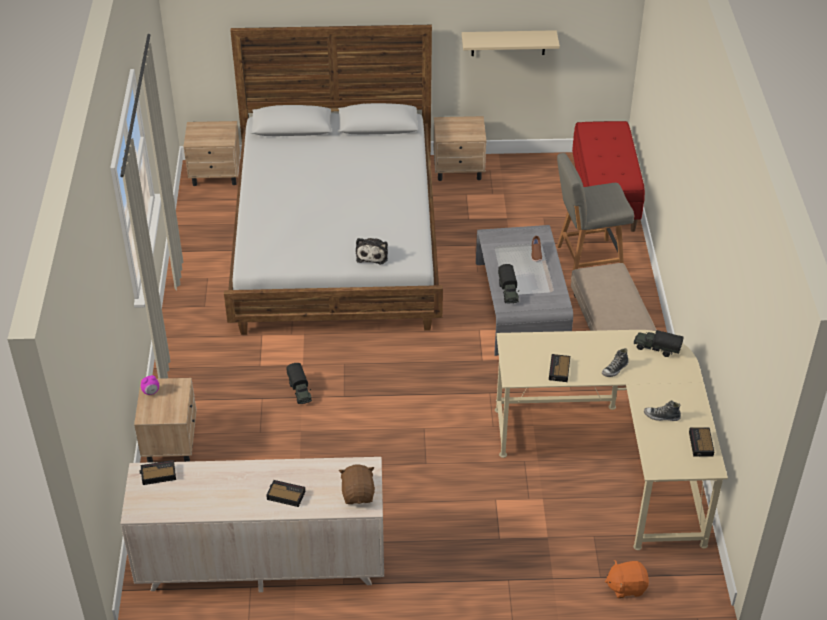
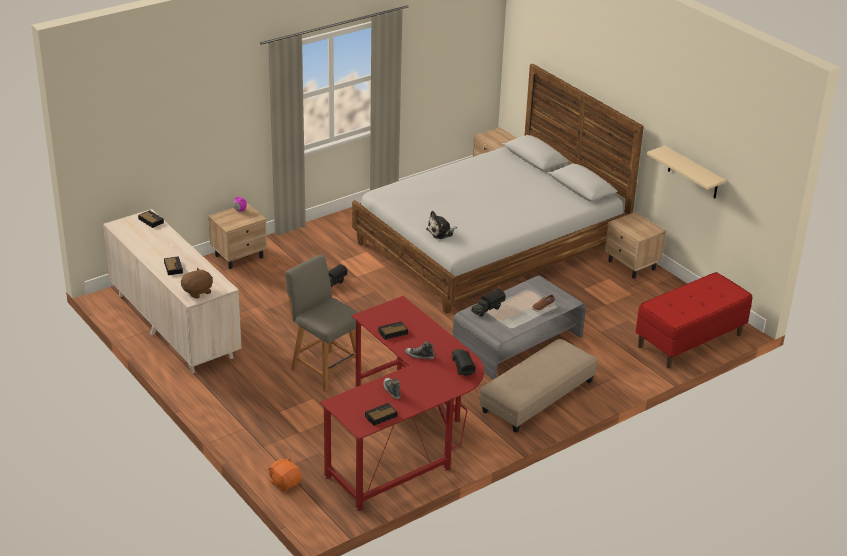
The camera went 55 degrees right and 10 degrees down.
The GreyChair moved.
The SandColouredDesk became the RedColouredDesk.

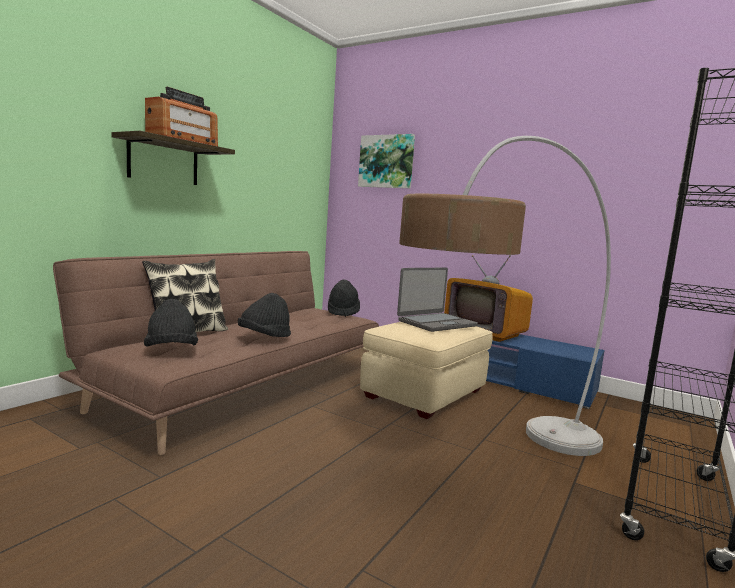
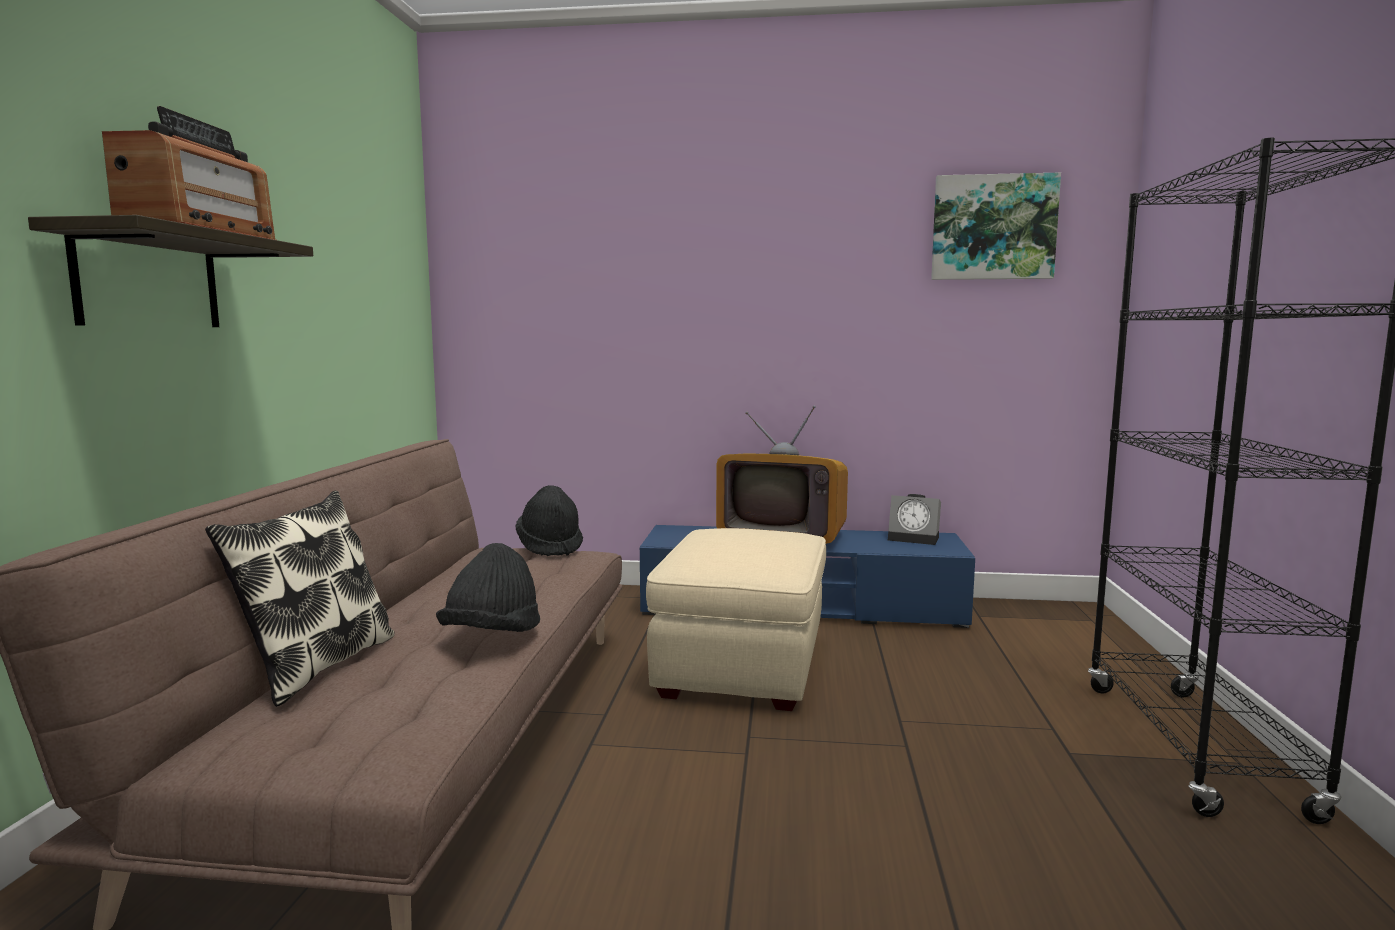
The camera went 25 degrees left and 0 degrees up.
The BlackClothingHat (no. 1 from left) disappeared.
The Laptop disappeared.
The StandingLamp disappeared.
The TableClock appeared.
The WallArt moved.

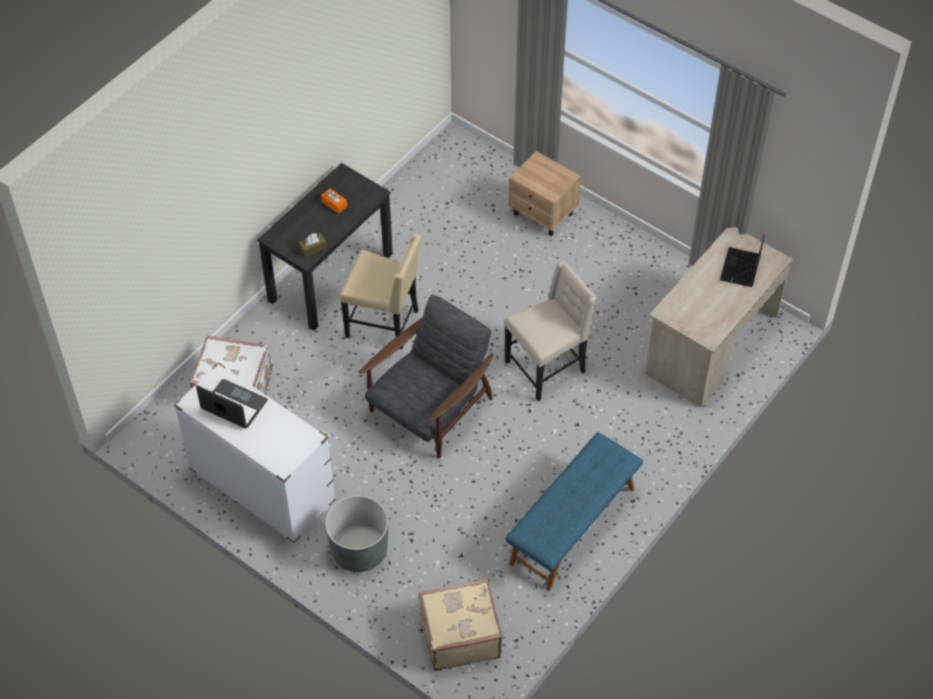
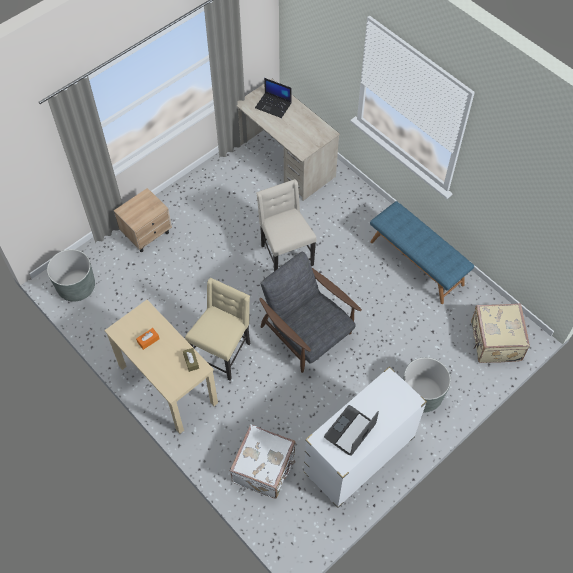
The camera went 80 degrees left and 5 degrees up.
The GreyPlanter (no. 1 from left) appeared.
The BlackDesk became the SandColouredDesk (no. 1 from left).

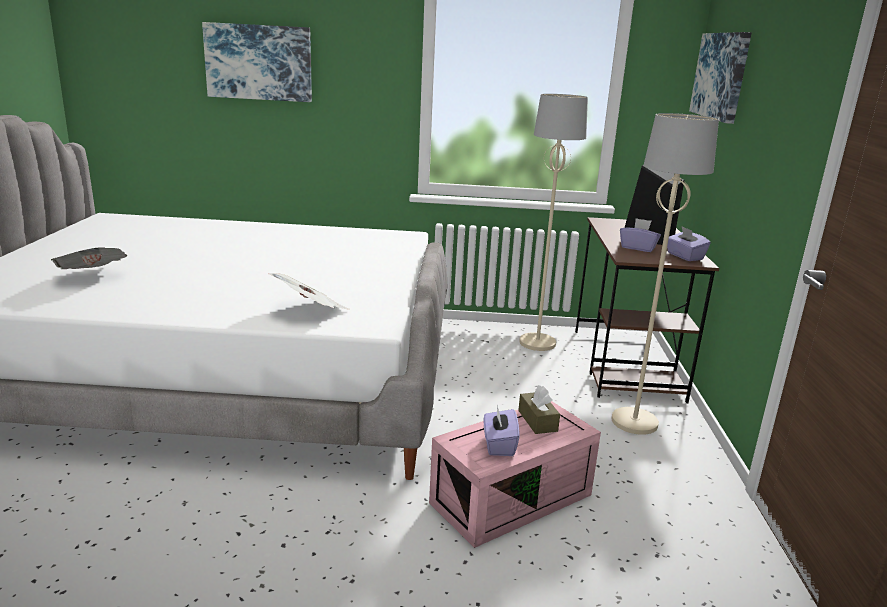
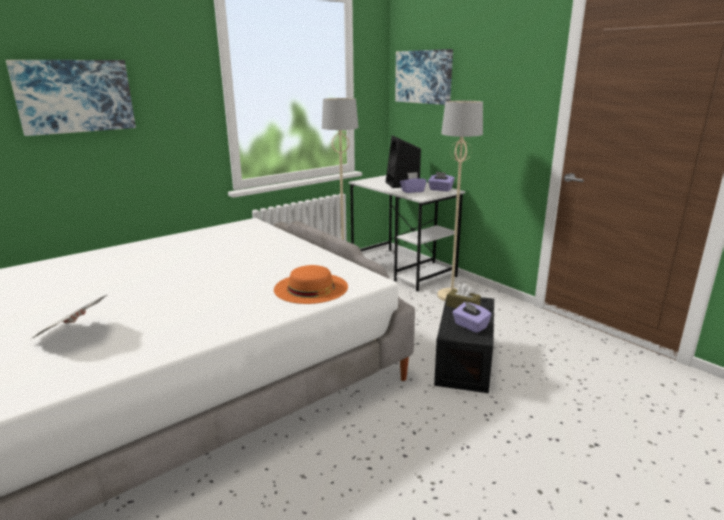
The camera went 40 degrees left and 0 degrees up.
The Newspaper (no. 2 from left) was replaced by the OrangeClothingHat.
The PinkishStorageBox became the BlackStorageBox.
The BrownishDesk became the WhiteColouredDesk.

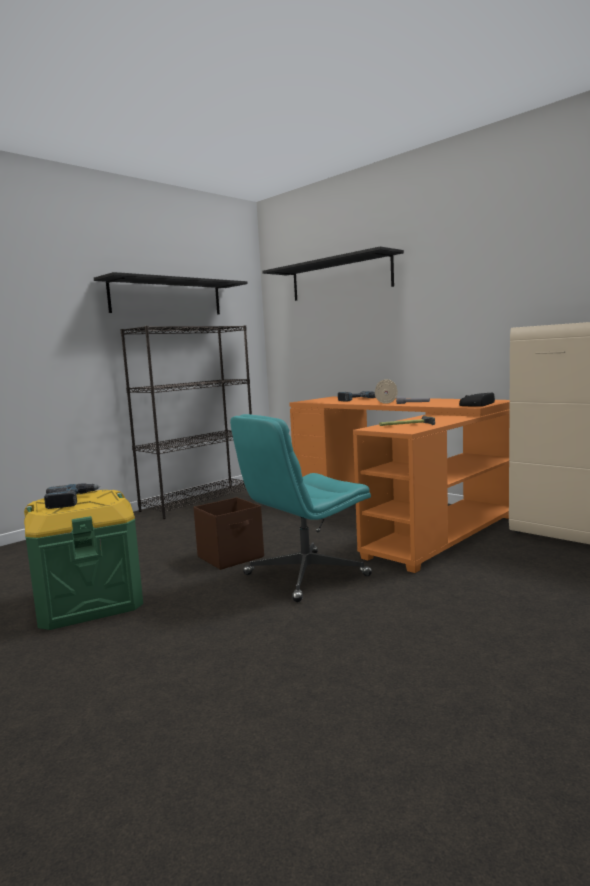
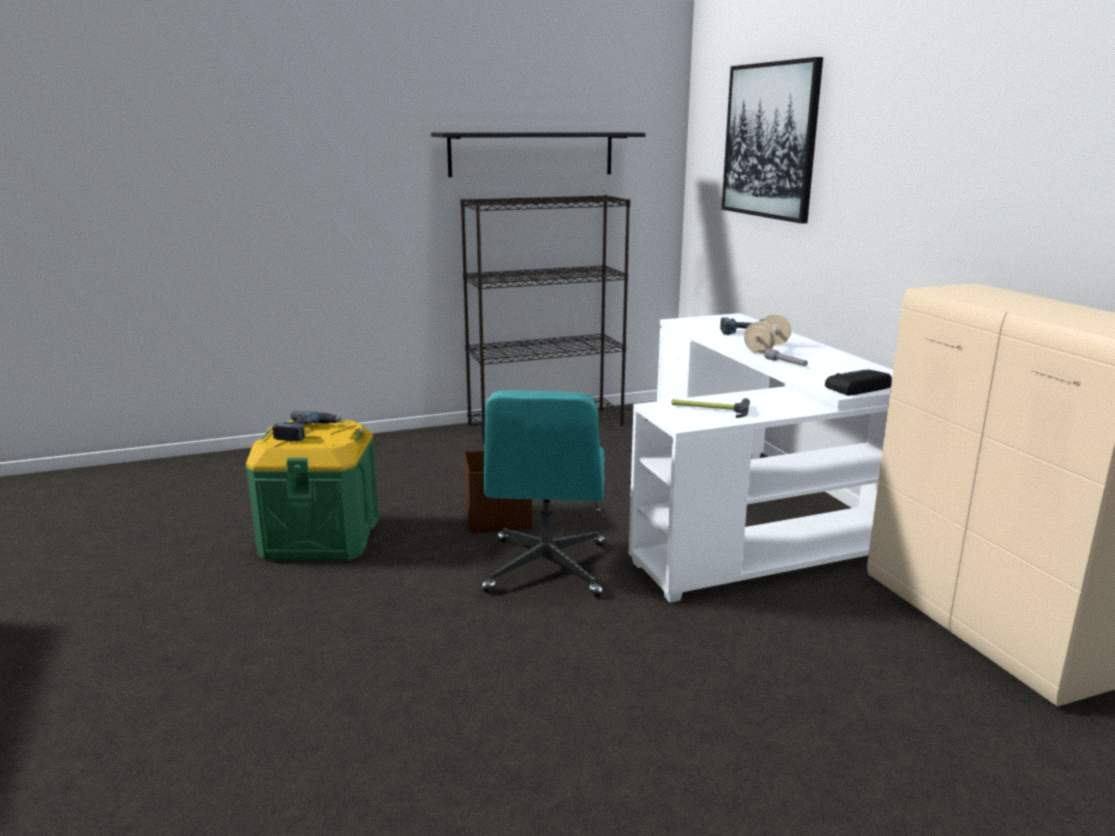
The camera went 25 degrees right and 10 degrees up.
The BlackWallShelf (no. 2 from left) was replaced by the WallArt.
The OrangeDesk became the WhiteColouredDesk.
The TurquoiseComputerChair turned 75 degrees counterclockwise.

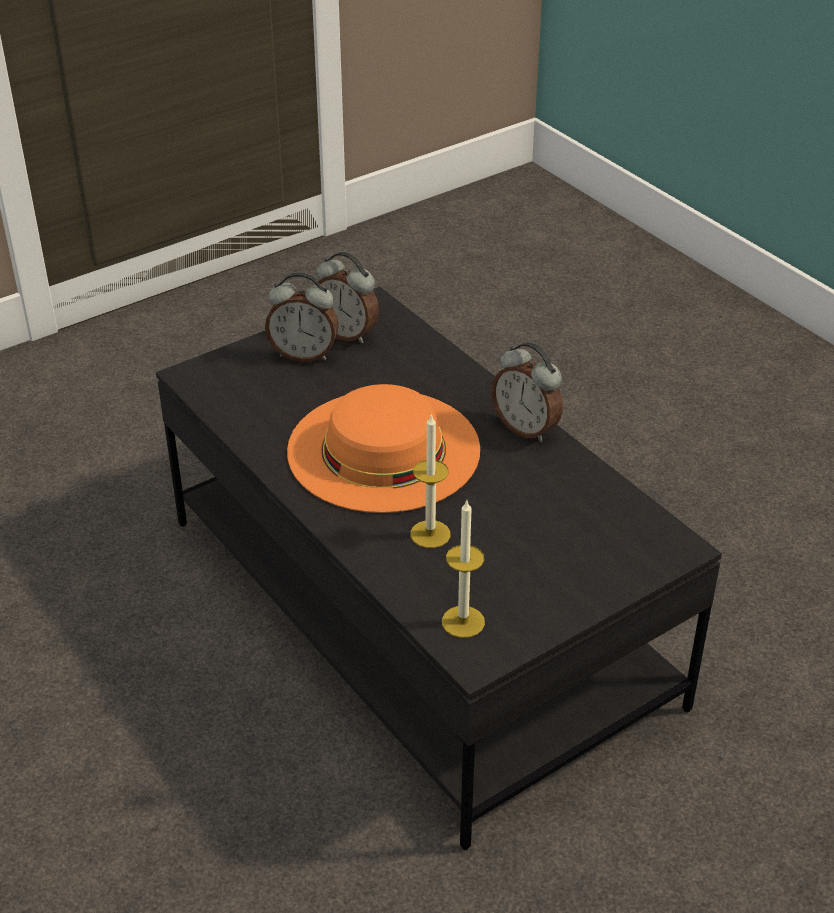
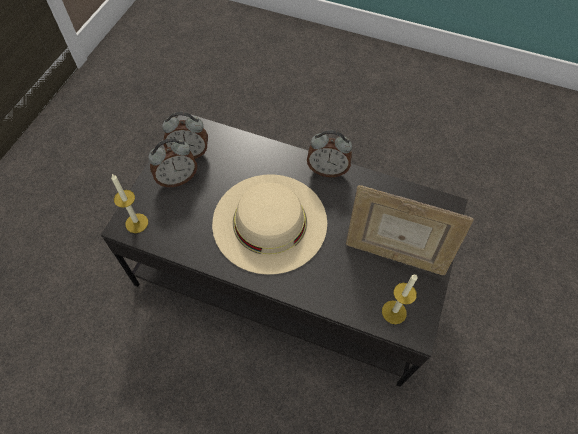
The camera went 35 degrees left and 20 degrees up.
The PictureFrame appeared.
The WaxLight (no. 1 from left) moved.
The OrangeClothingHat became the SandColouredClothingHat.

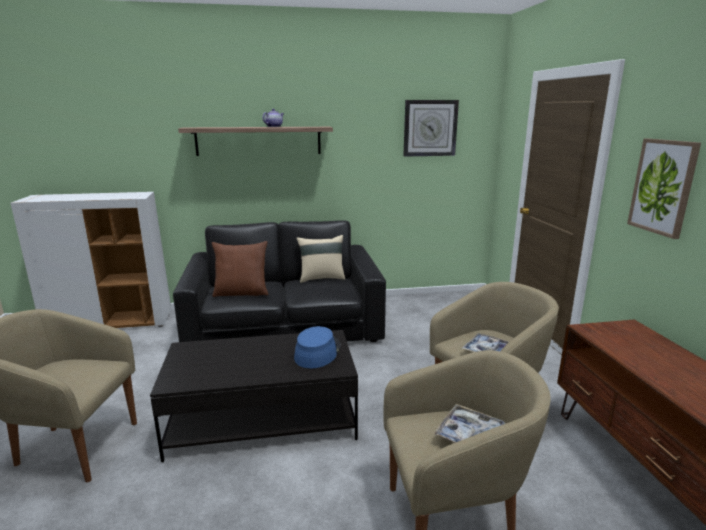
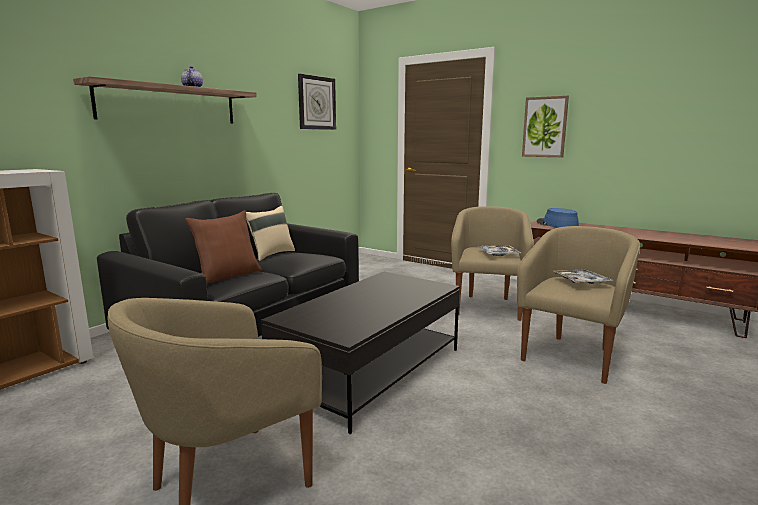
The camera went 45 degrees left and 5 degrees down.
The BlueClothingHat moved.

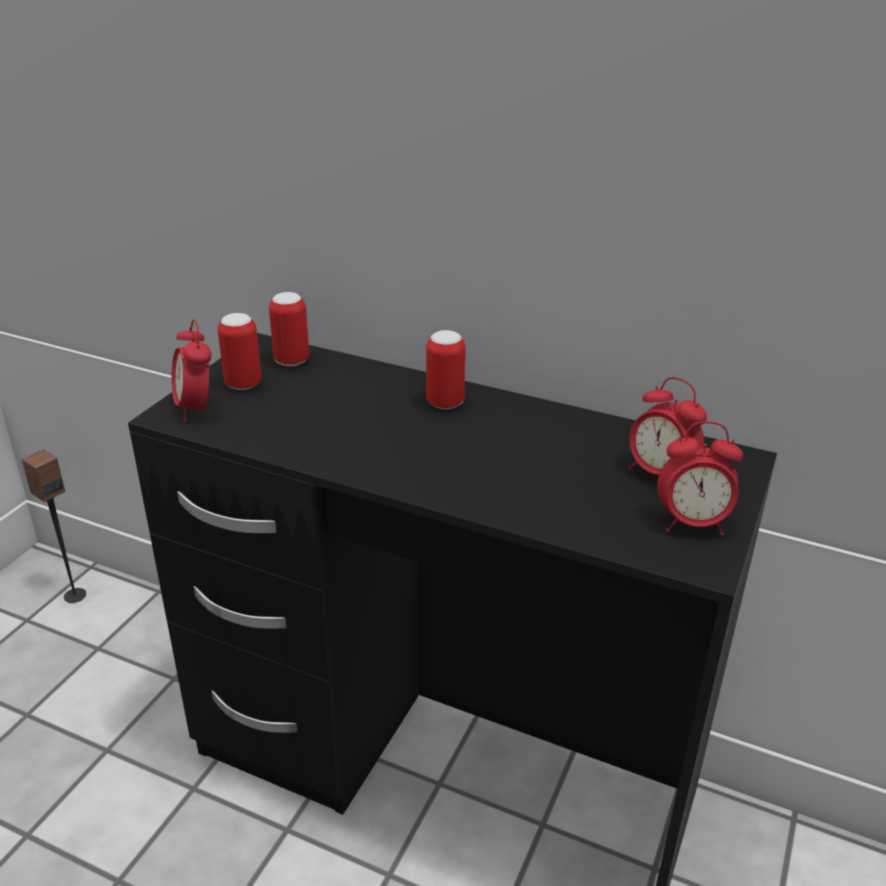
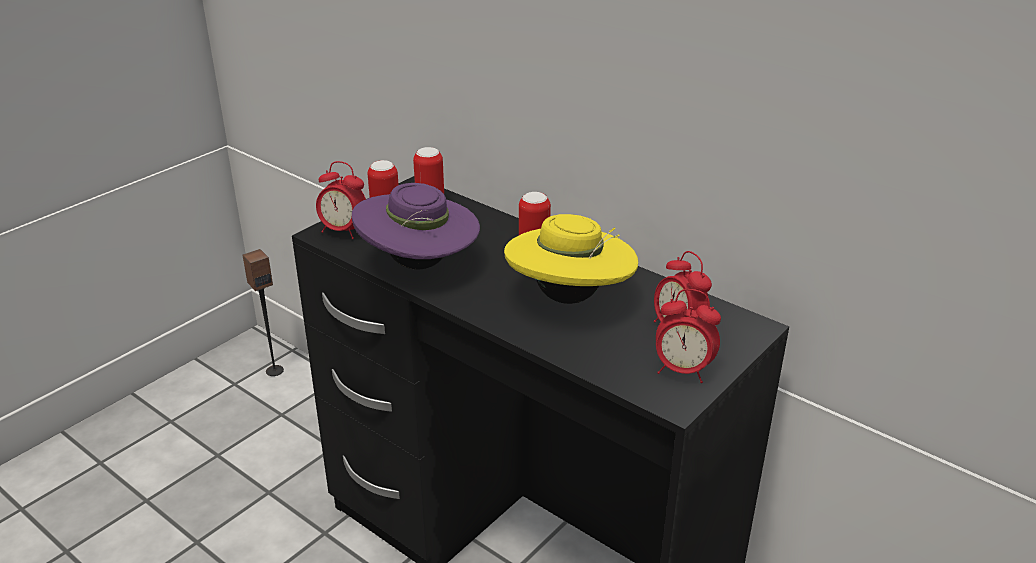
The camera went 15 degrees right and 0 degrees up.
The PurpleClothingHat appeared.
The YellowColouredClothingHat appeared.
The TableClock (no. 1 from left) turned 60 degrees counterclockwise.

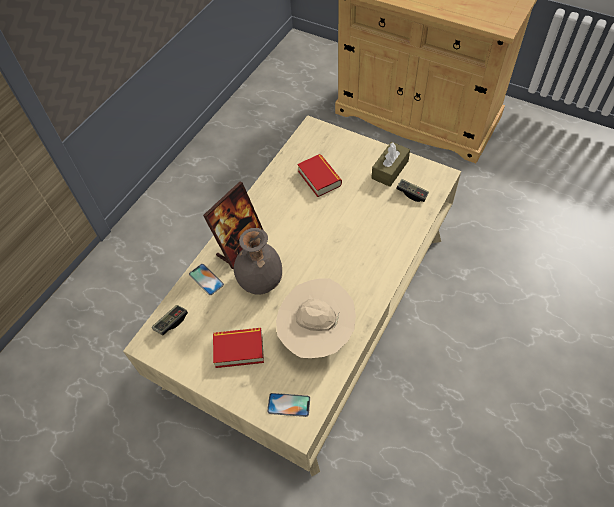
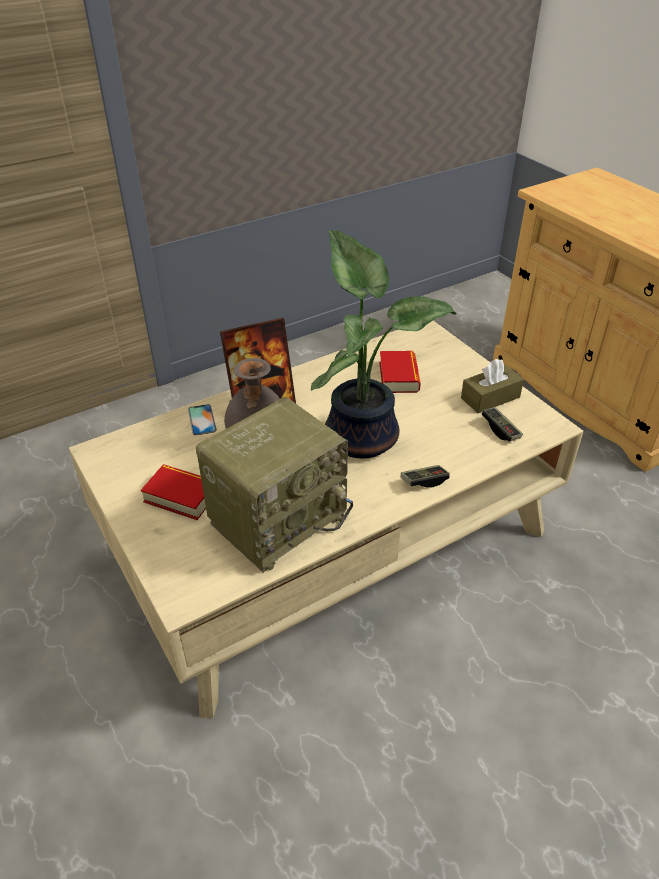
The camera went 25 degrees right and 15 degrees down.
The Phone (no. 2 from left) disappeared.
The PottedPlant appeared.
The Gamepad (no. 1 from left) moved.
The SandColouredClothingHat was replaced by the RadioReceiver.

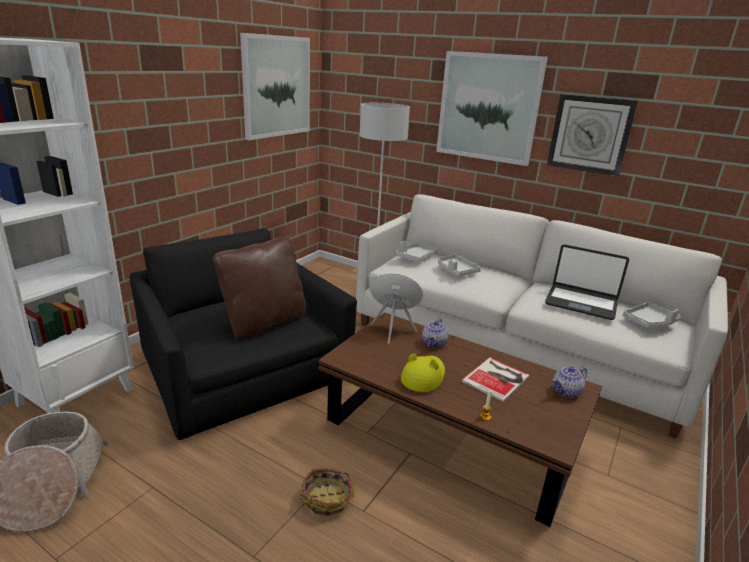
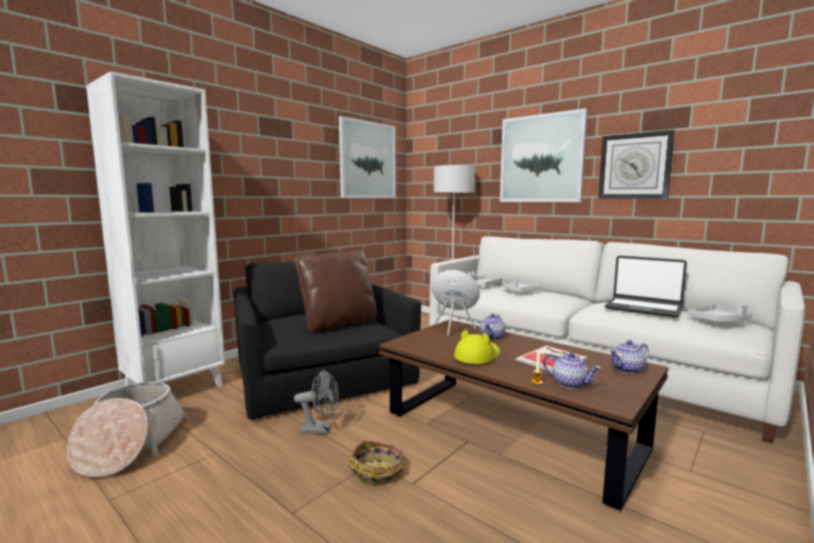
The camera went 10 degrees right and 15 degrees down.
The GreyElectricFan appeared.
The PotForTea (no. 2 from left) appeared.

